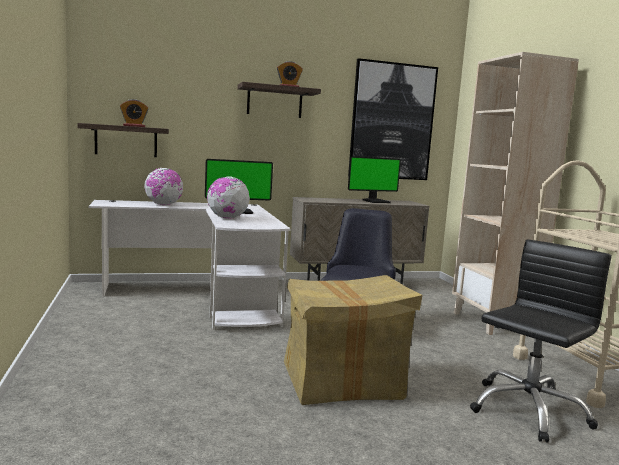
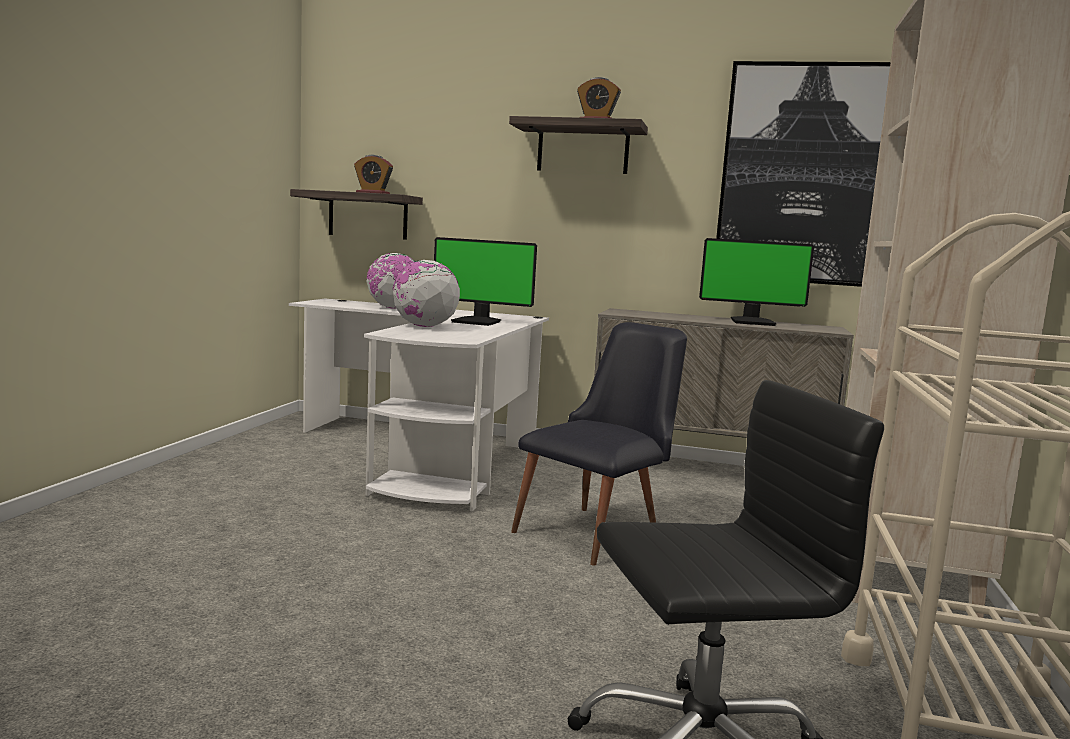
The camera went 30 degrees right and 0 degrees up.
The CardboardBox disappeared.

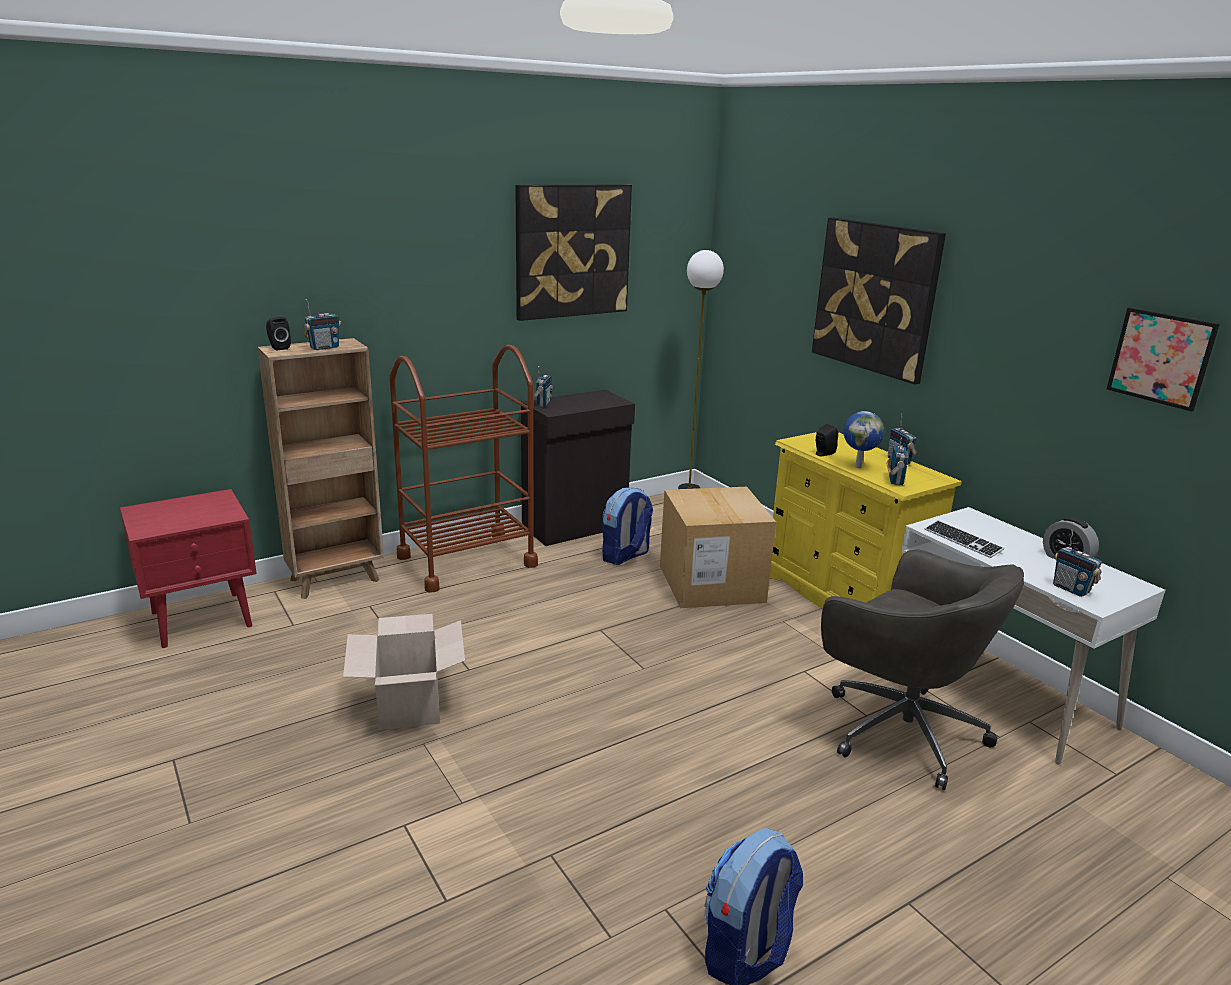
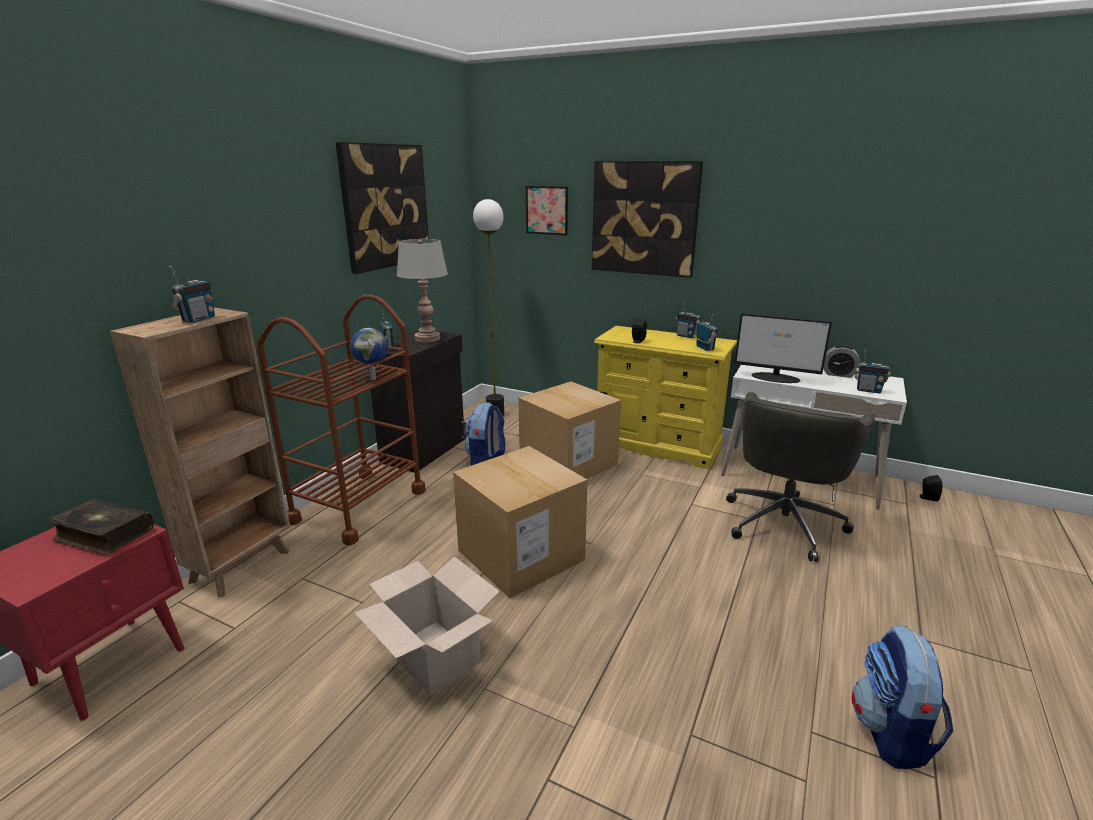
The camera went 30 degrees left and 0 degrees up.
The BoundBook appeared.
The GreyLampForATable appeared.
The CardboardBox (no. 2 from left) appeared.
The BlackLoudspeaker (no. 1 from left in the first image) moved.
The Globe moved.
The WallArt (no. 3 from left in the first image) moved.
The PcKeyboard was replaced by the Monitor.
The GreyComputerChair turned 105 degrees clockwise.

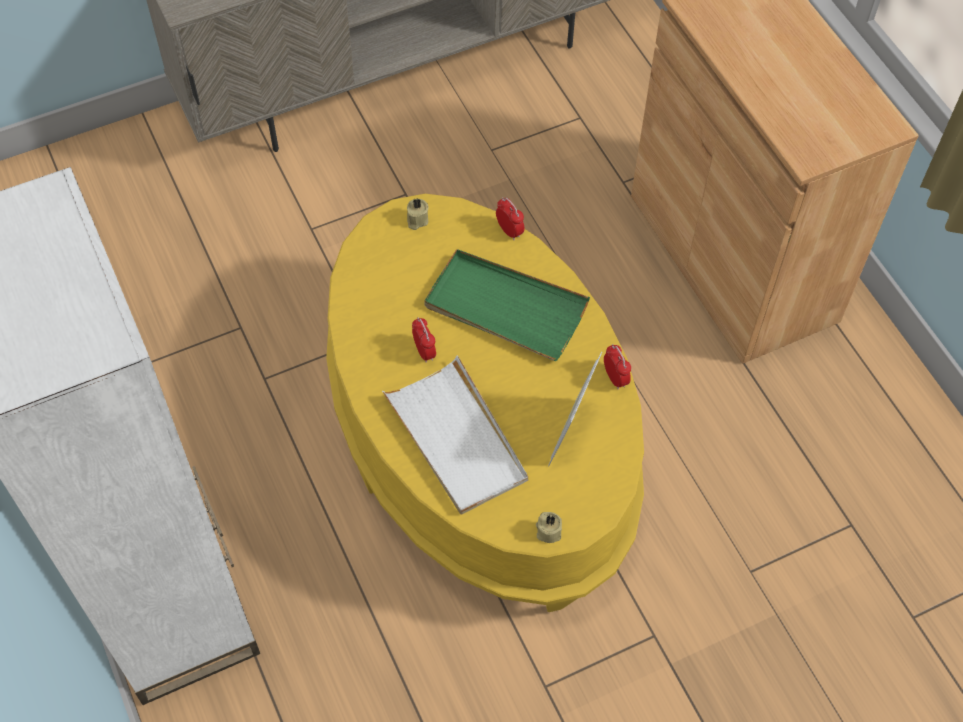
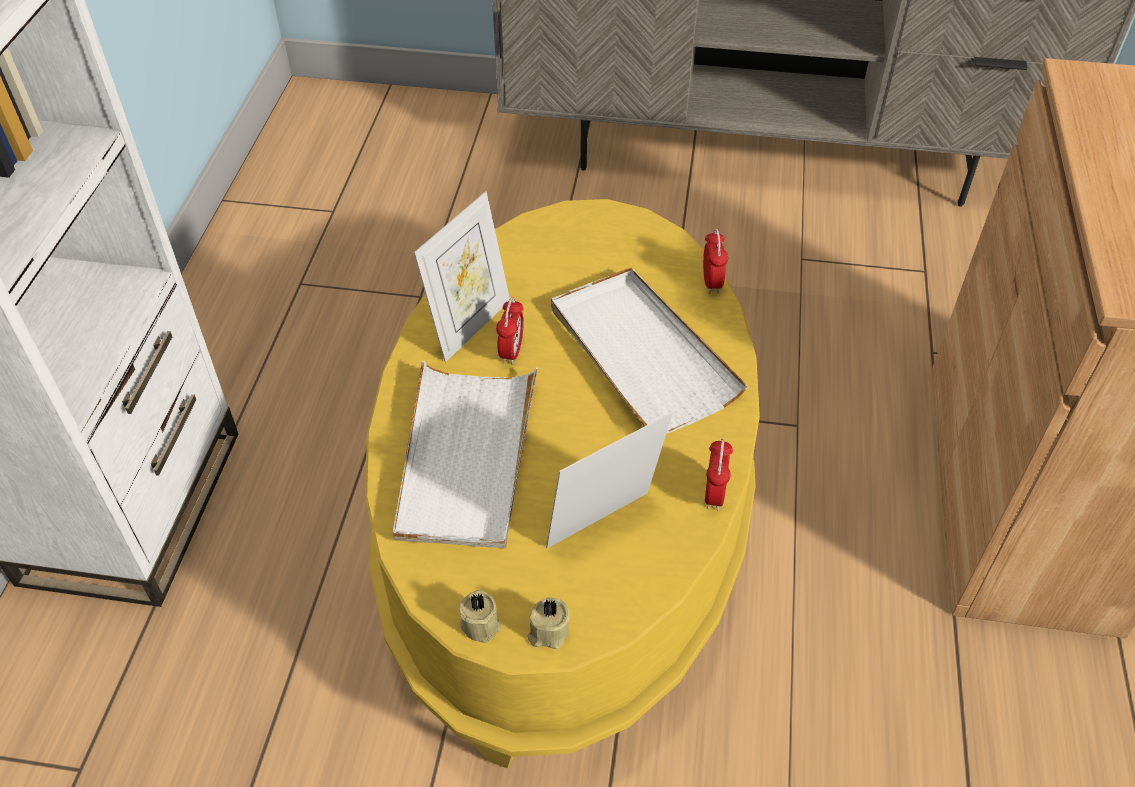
The camera went 35 degrees right and 10 degrees down.
The PictureFrame (no. 1 from left) appeared.
The SandColouredWaxLight (no. 1 from left in the first image) moved.
The GreenColouredCarryingTray became the WhiteColouredCarryingTray (no. 2 from left).

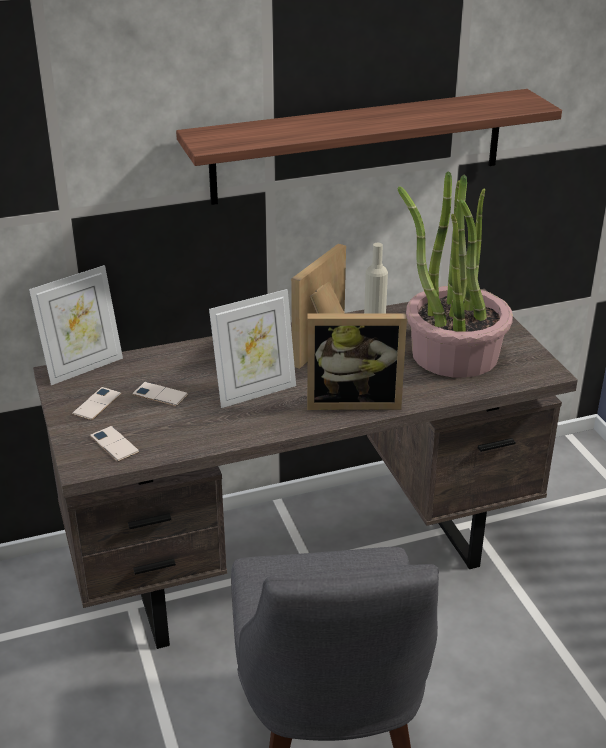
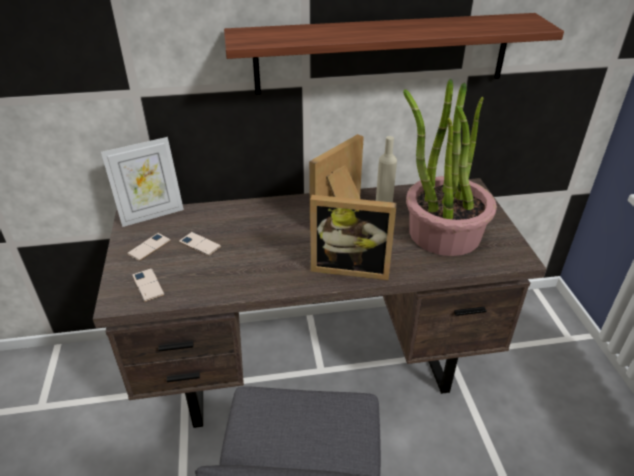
The camera went 10 degrees right and 5 degrees up.
The PictureFrame (no. 2 from left) disappeared.

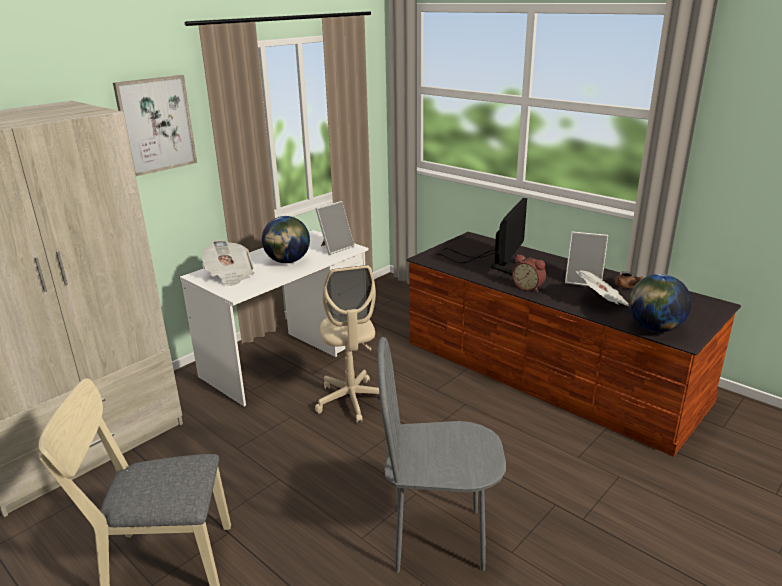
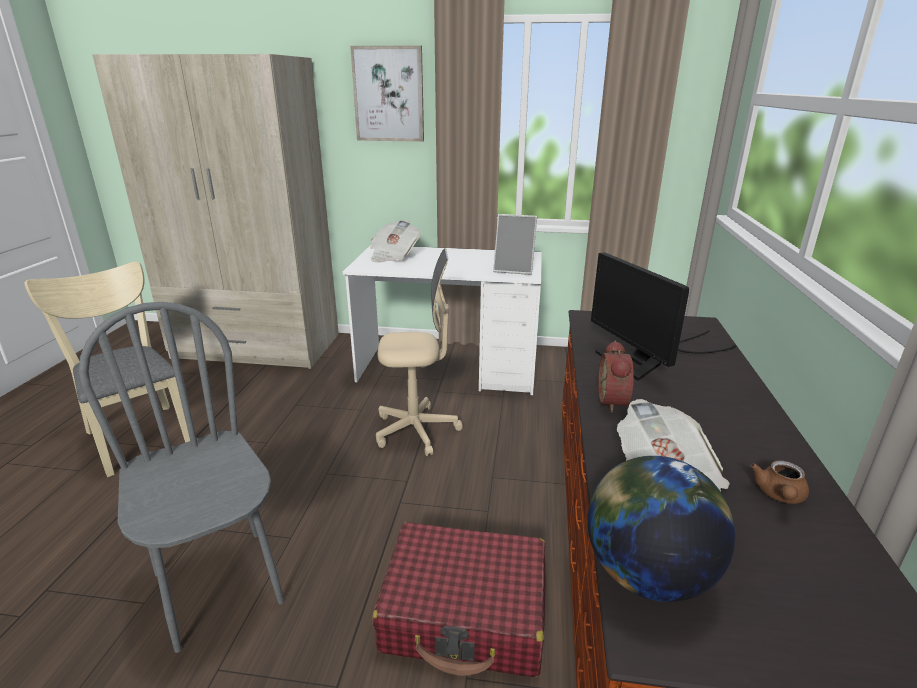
The camera went 55 degrees right and 0 degrees up.
The Globe (no. 1 from left) disappeared.
The PictureFrame (no. 2 from left) disappeared.
The RedColouredSuitcase appeared.
The SandColouredComputerChair turned 135 degrees counterclockwise.
The Monitor turned 75 degrees clockwise.

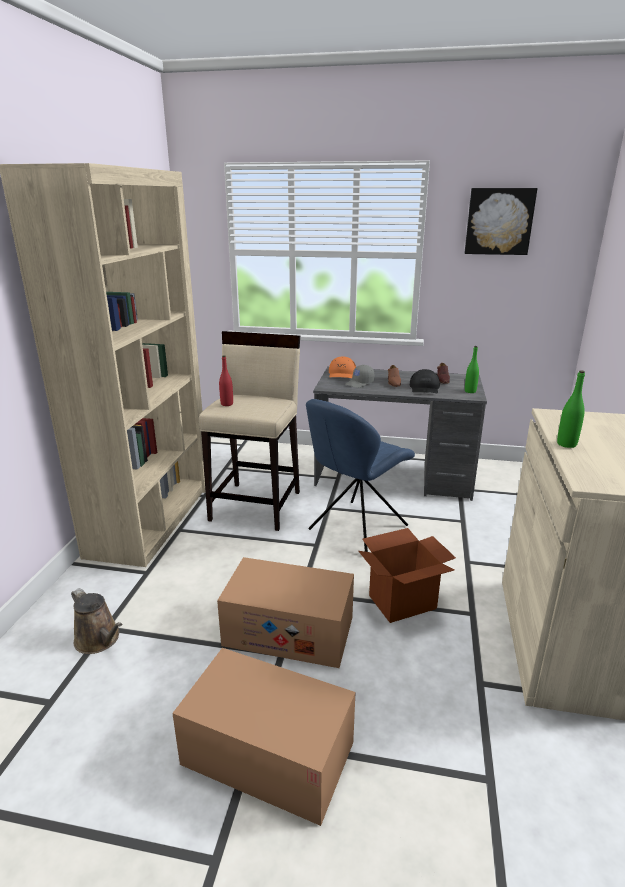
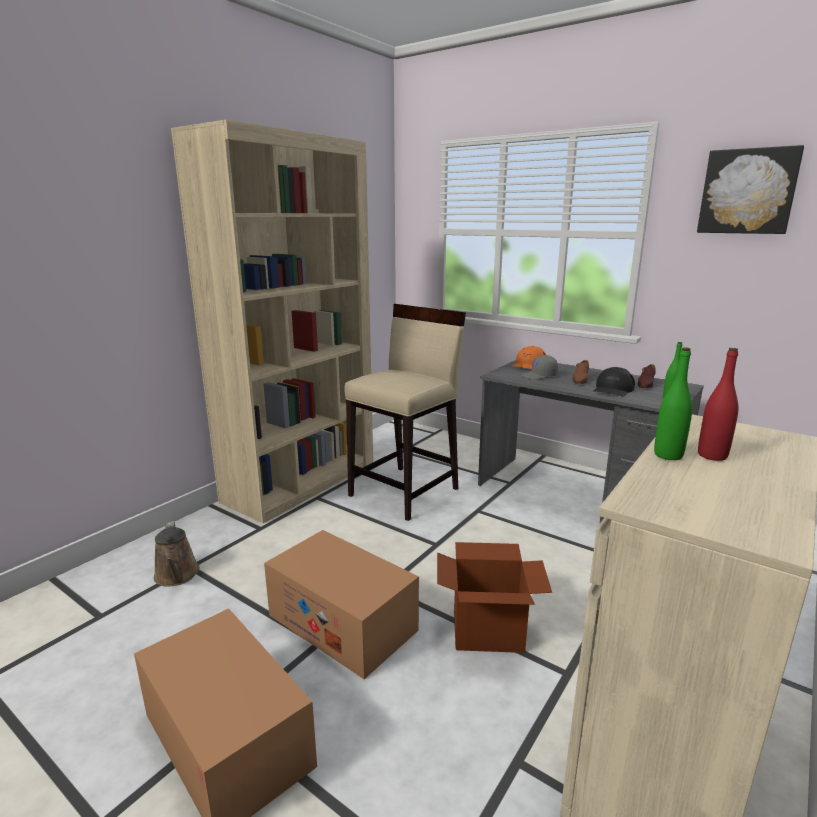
The camera went 25 degrees right and 5 degrees down.
The BlueChair disappeared.
The RedColouredDrinkBottle moved.

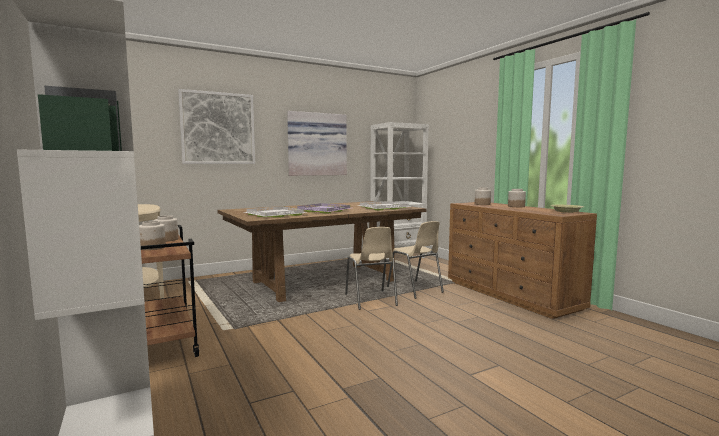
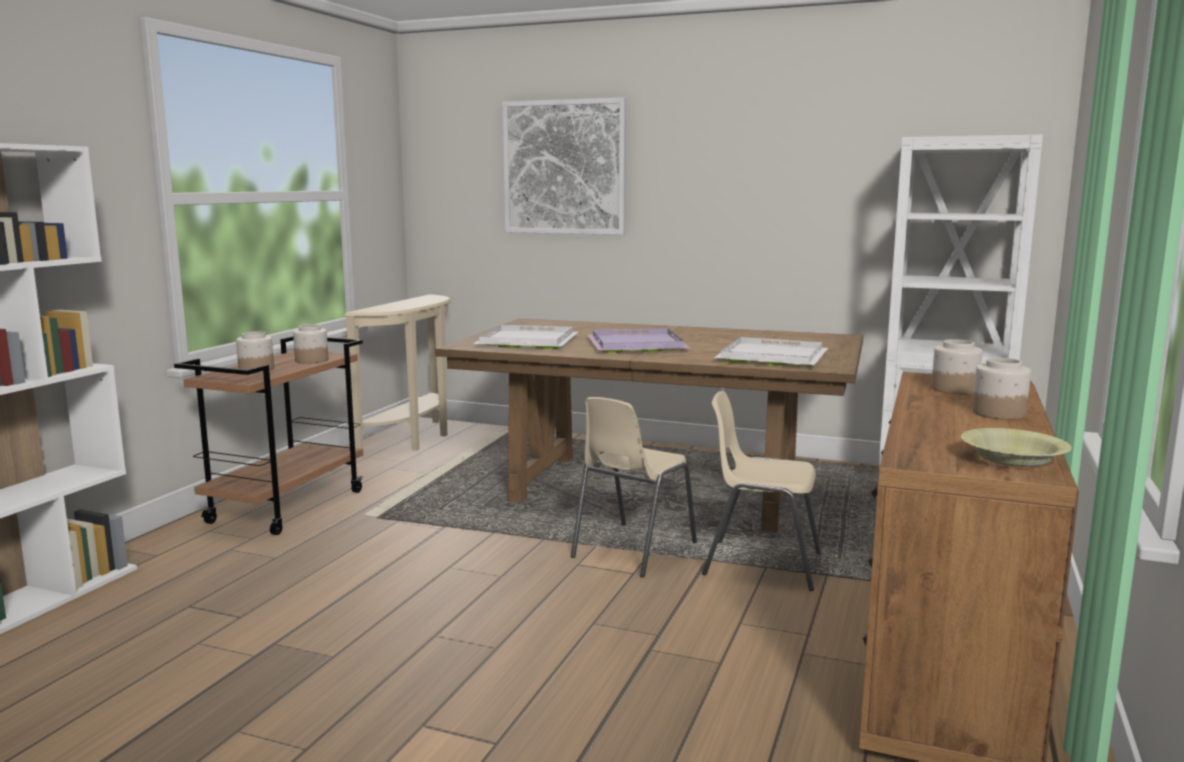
The camera went 50 degrees right and 5 degrees up.
The WallArt (no. 2 from left) disappeared.
The SandColouredChair (no. 2 from left) turned 90 degrees clockwise.

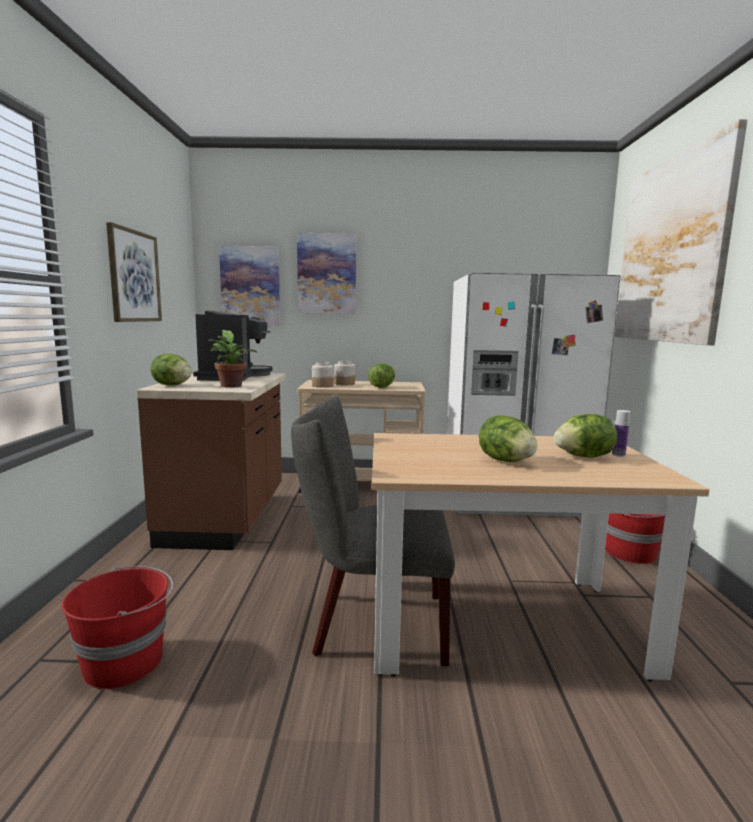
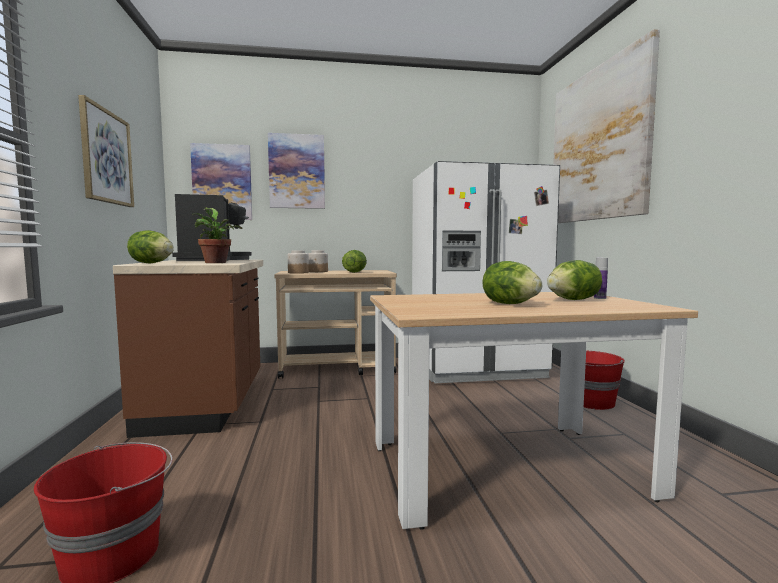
The camera went 10 degrees left and 5 degrees down.
The GreyChair disappeared.

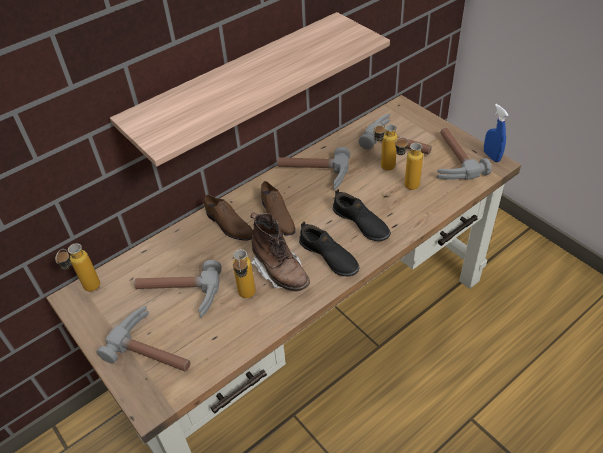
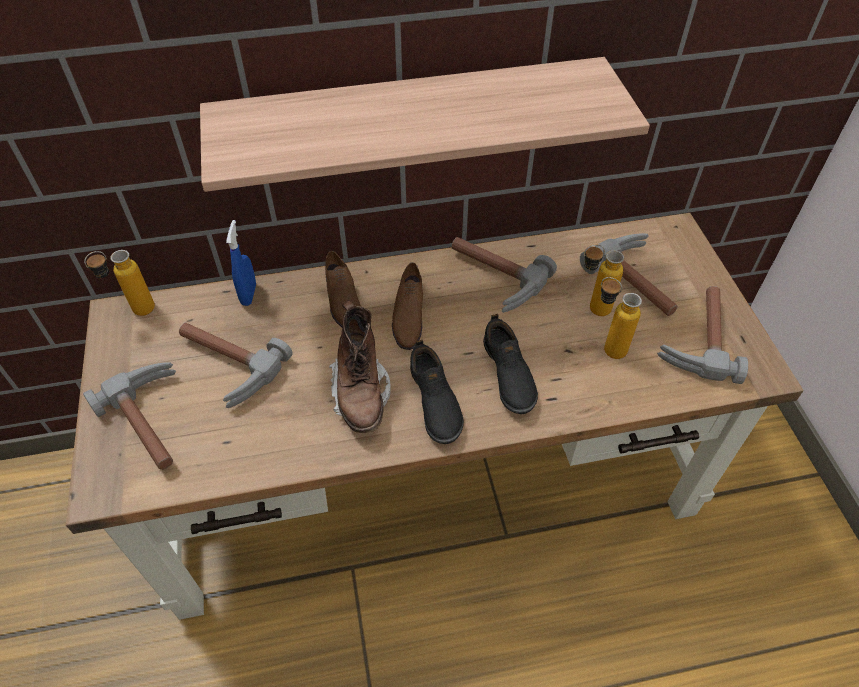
The camera went 25 degrees right and 5 degrees up.
The DrinkBottle (no. 2 from left) disappeared.
The BlueSprayBottle moved.

